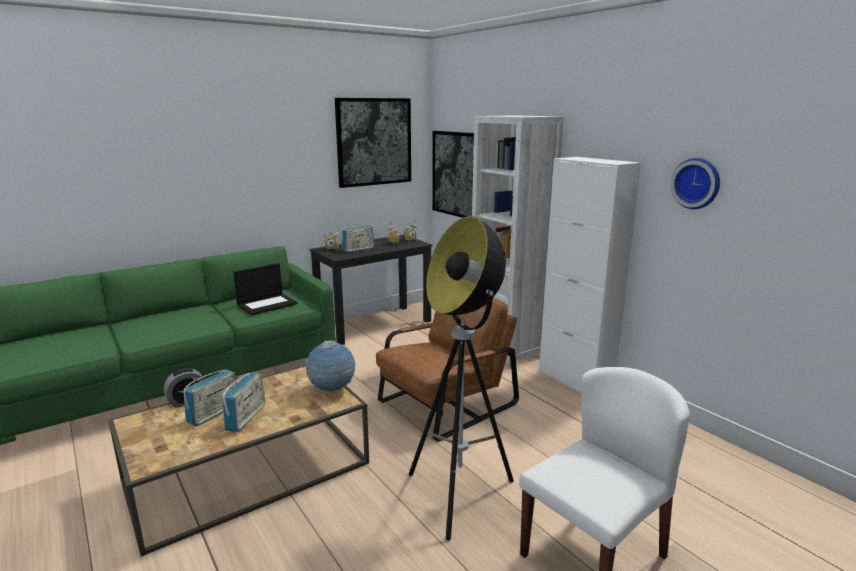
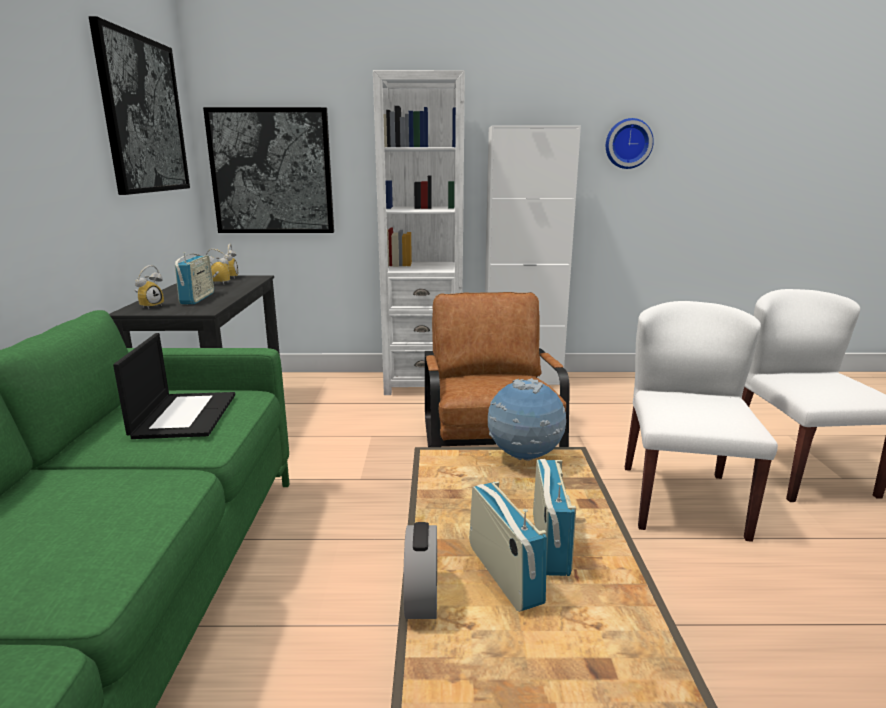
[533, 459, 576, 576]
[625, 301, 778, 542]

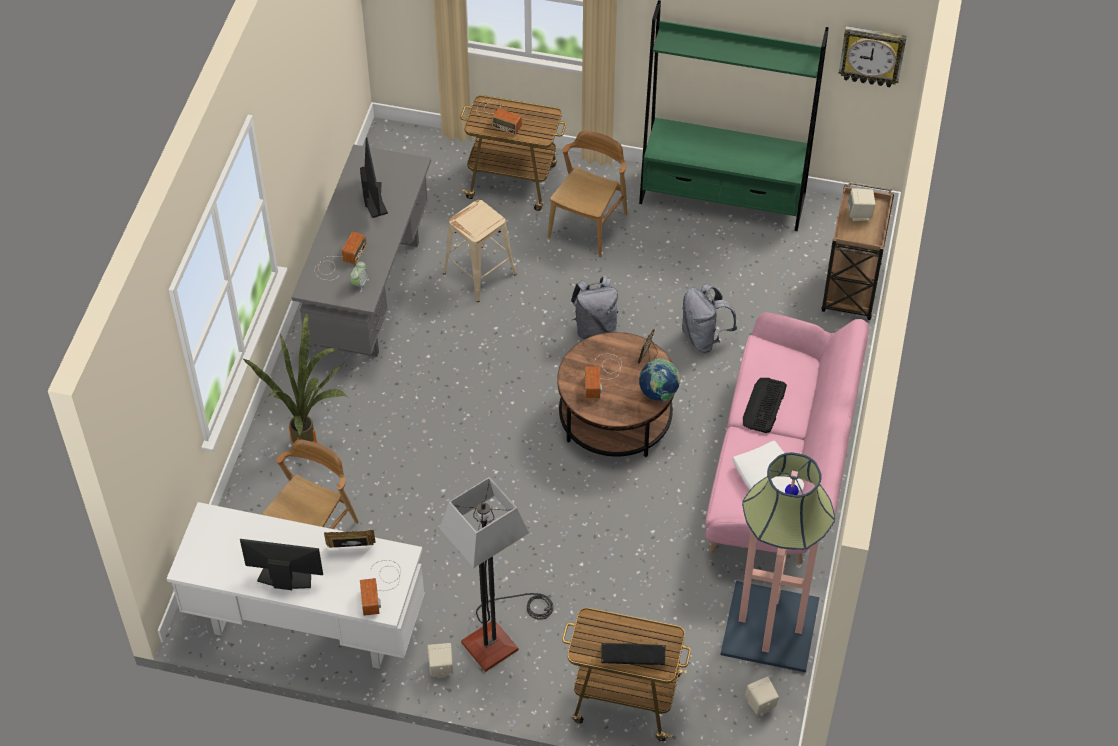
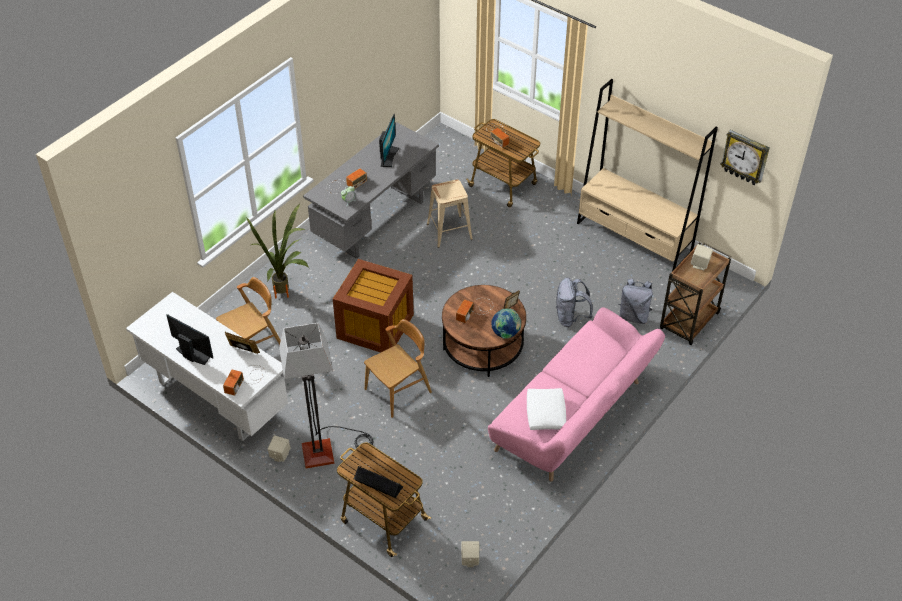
[333, 259, 414, 353]
[364, 319, 432, 418]
[577, 79, 718, 272]
[618, 278, 653, 324]
[720, 452, 835, 673] (first image)
[743, 378, 787, 433] (first image)

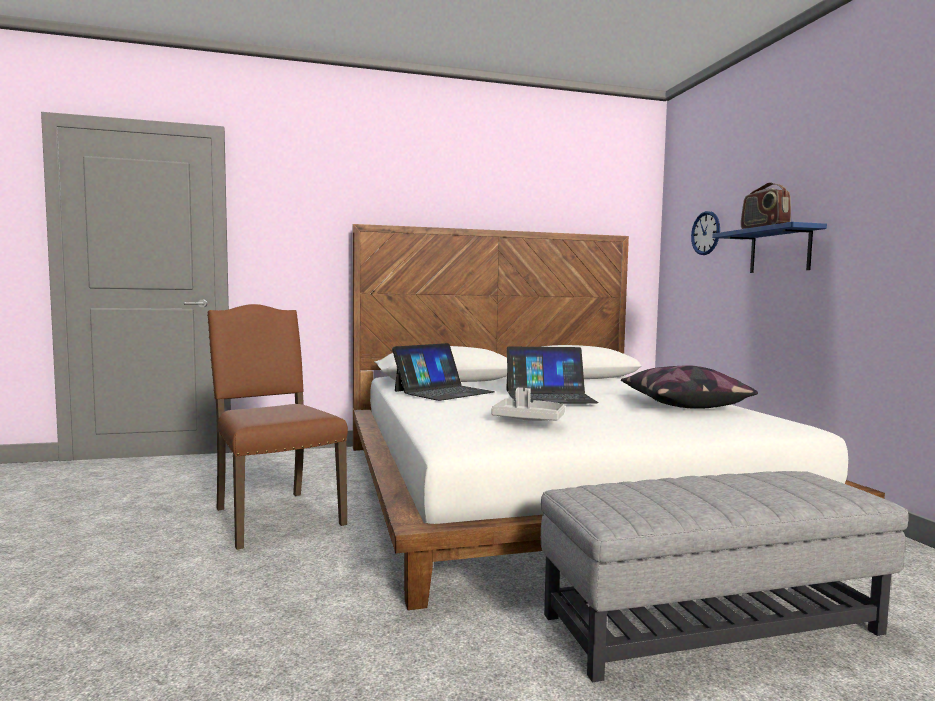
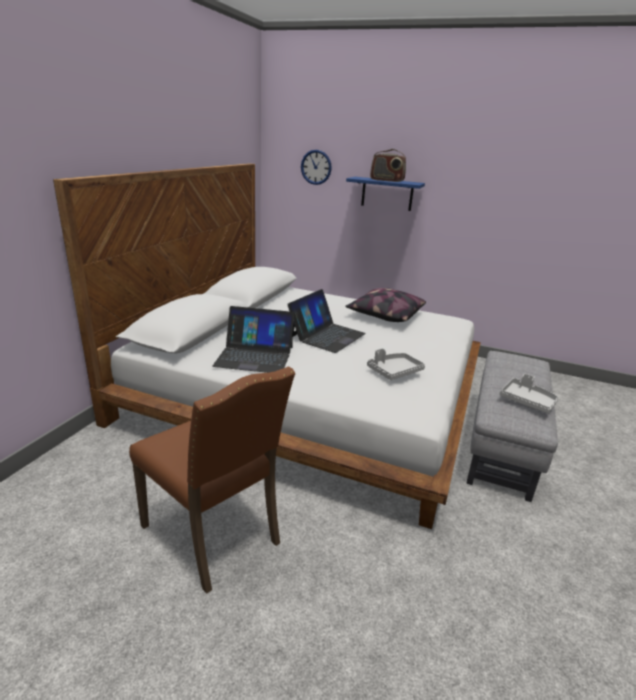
[129, 366, 295, 594]
[212, 306, 294, 373]
[499, 374, 558, 413]

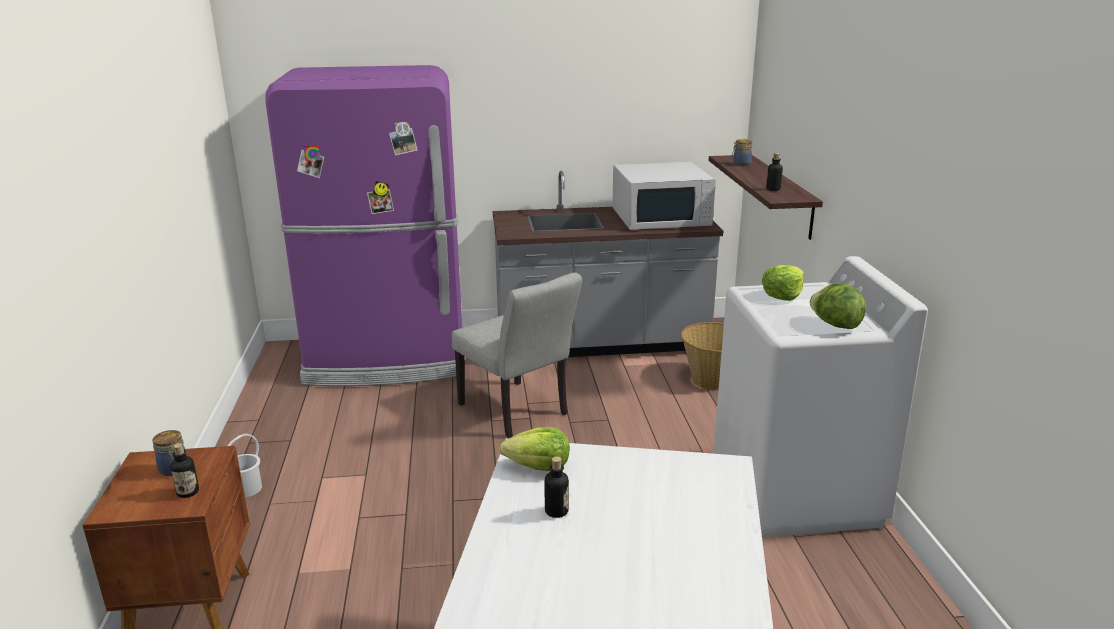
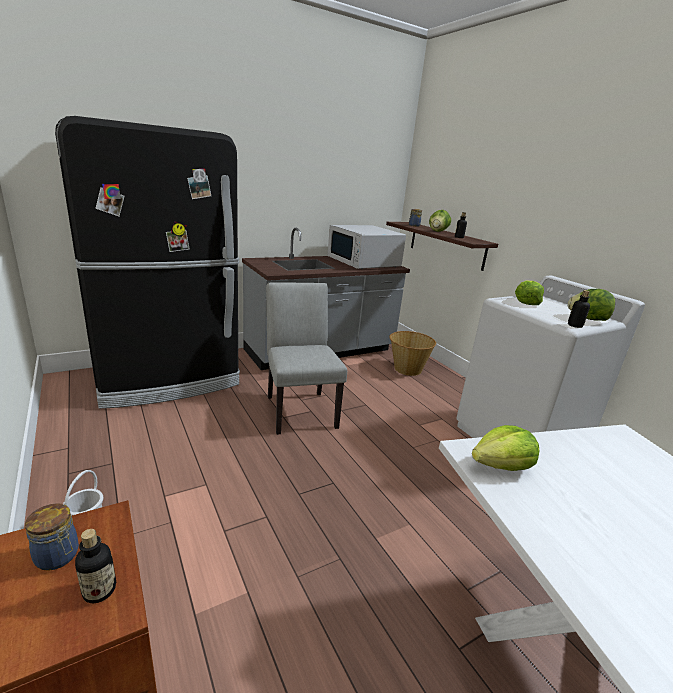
[55, 116, 240, 409]
[266, 283, 347, 435]
[328, 225, 406, 269]
[429, 210, 451, 232]
[568, 290, 590, 328]

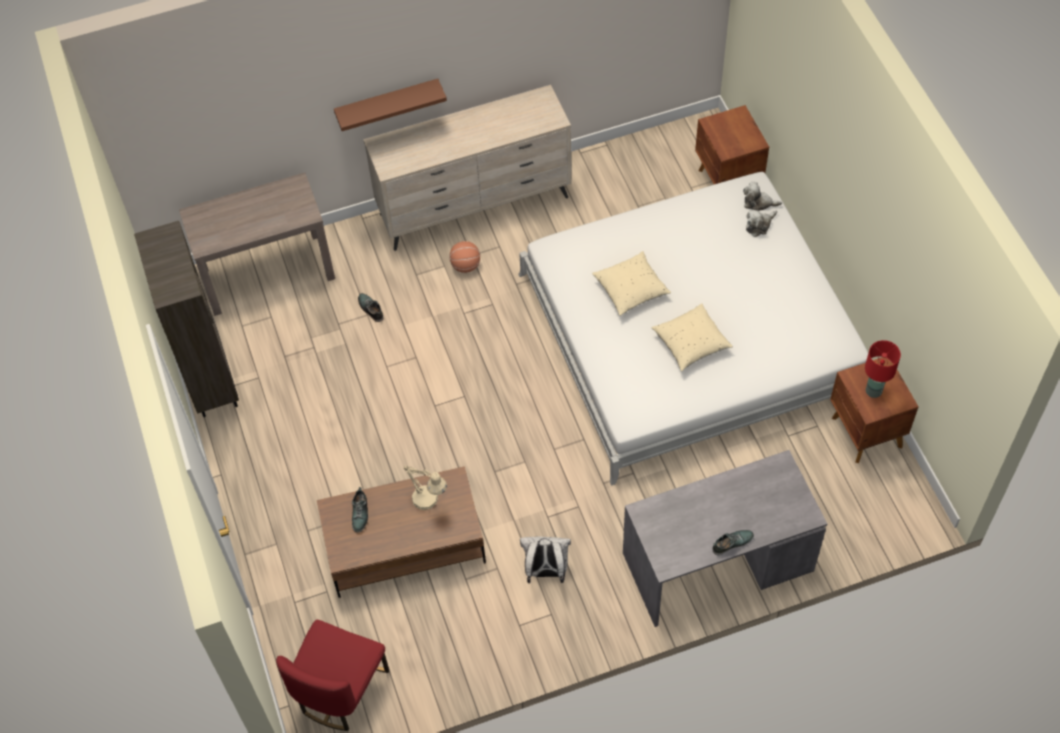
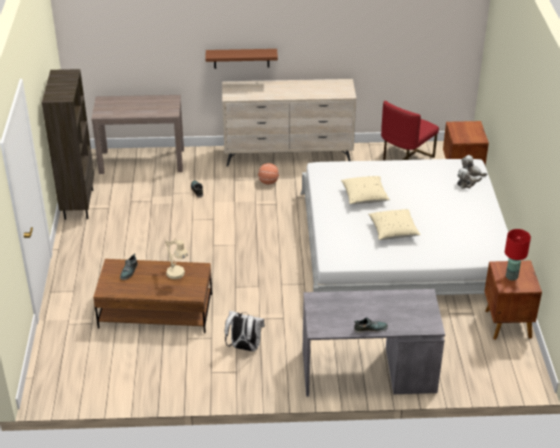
[381, 101, 439, 161]

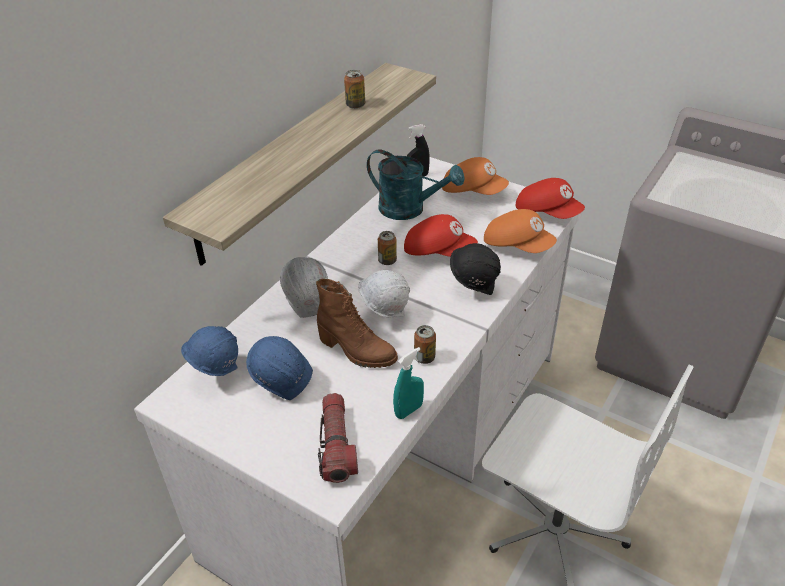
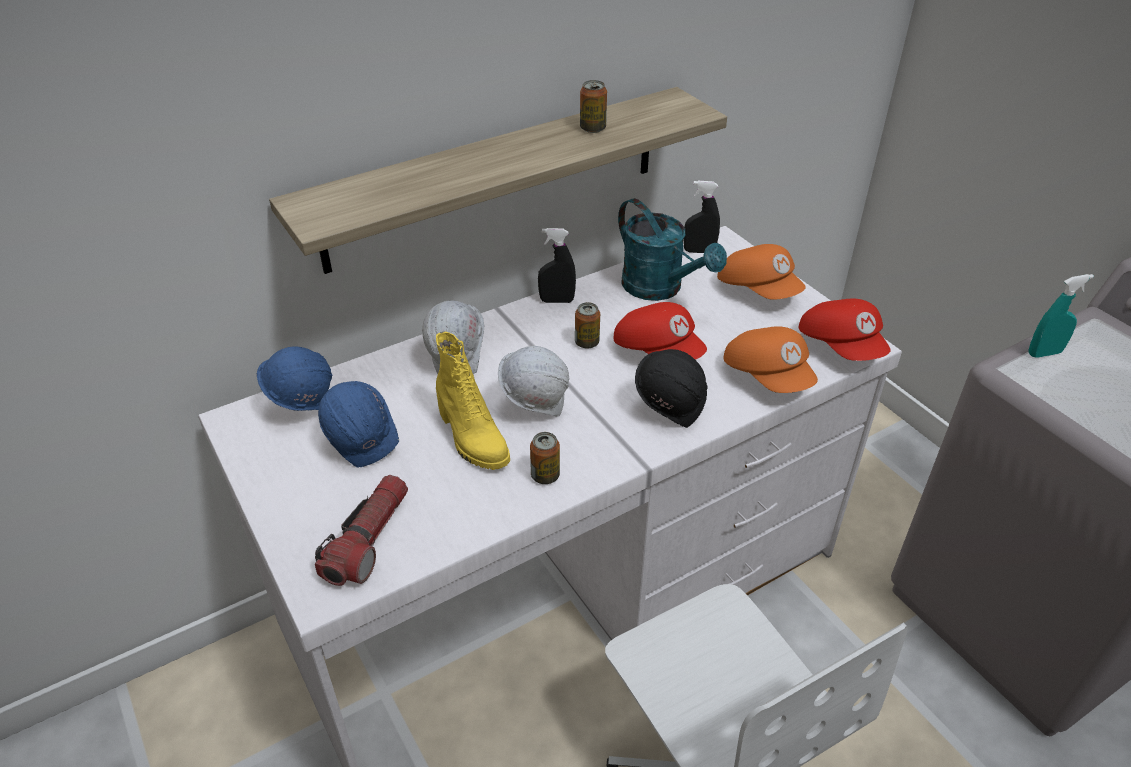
[436, 332, 510, 470]
[538, 228, 576, 303]
[1029, 274, 1094, 358]

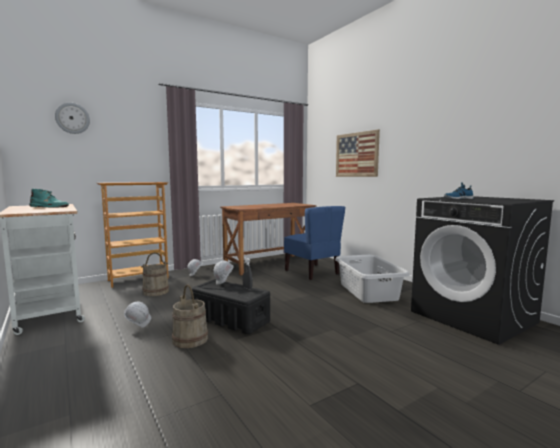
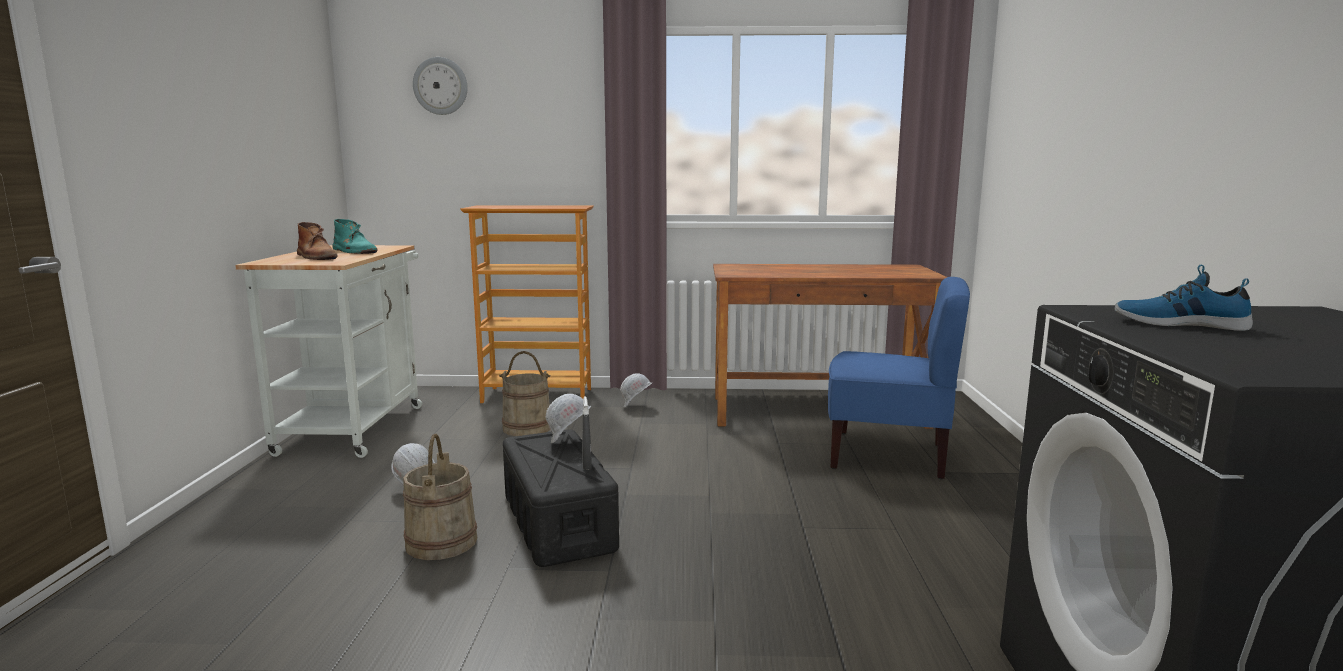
[297, 222, 338, 260]
[828, 277, 970, 479]
[335, 255, 410, 303] (first image)
[336, 129, 380, 177] (first image)

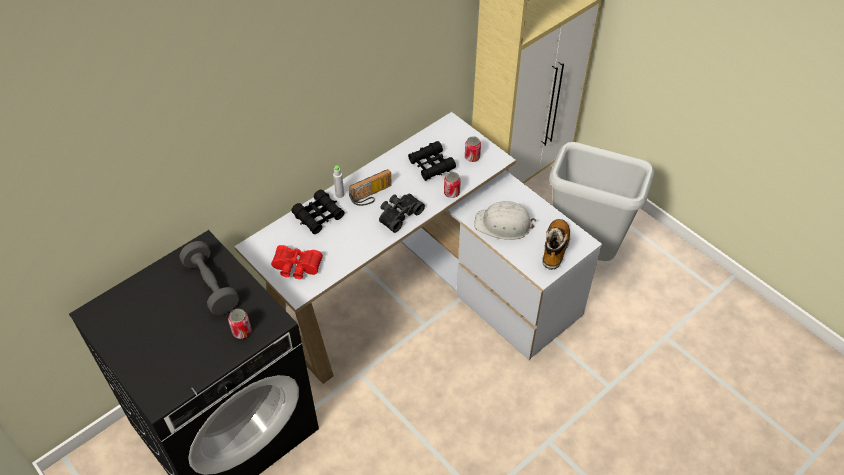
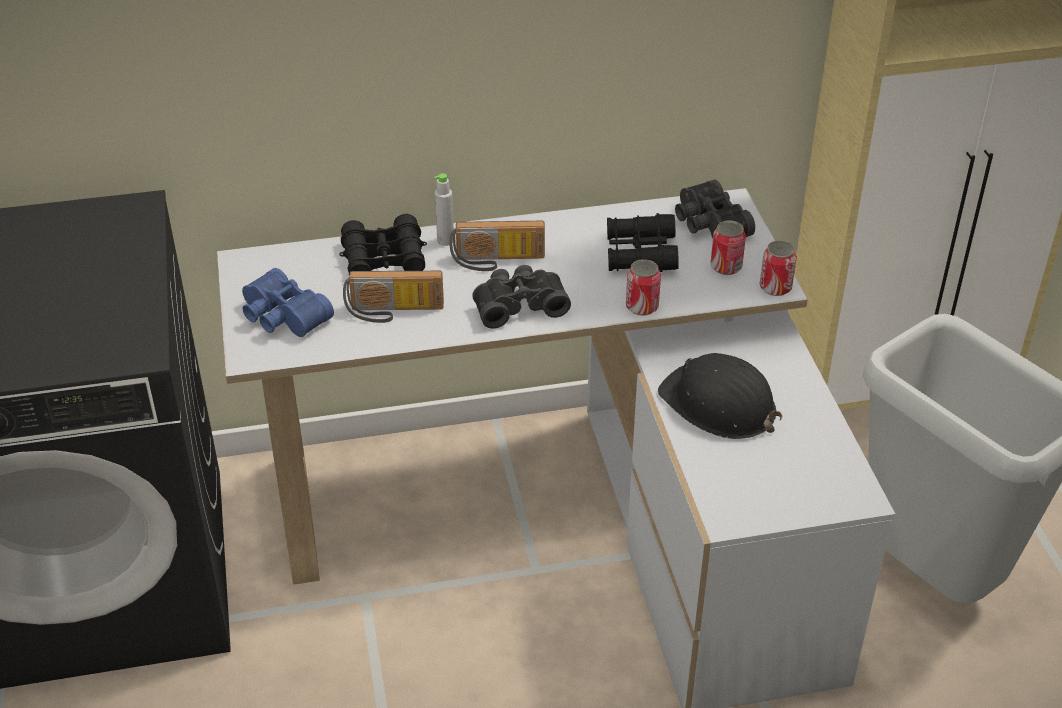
[242, 268, 334, 337]
[343, 271, 444, 323]
[658, 353, 782, 439]
[675, 180, 755, 238]
[760, 241, 797, 296]
[179, 241, 239, 315] (first image)
[542, 219, 570, 270] (first image)

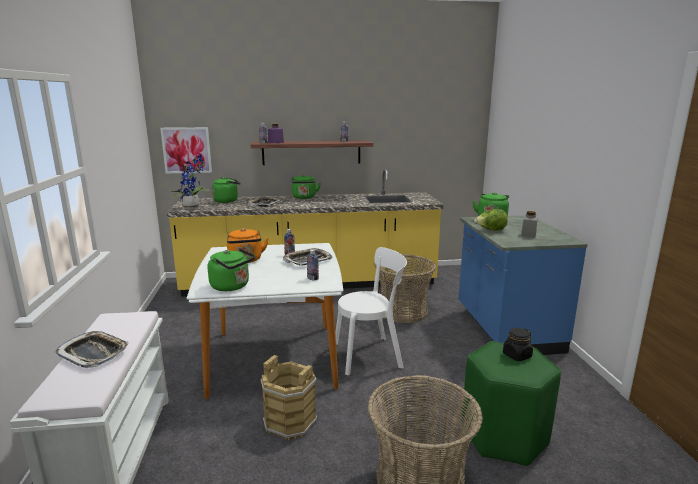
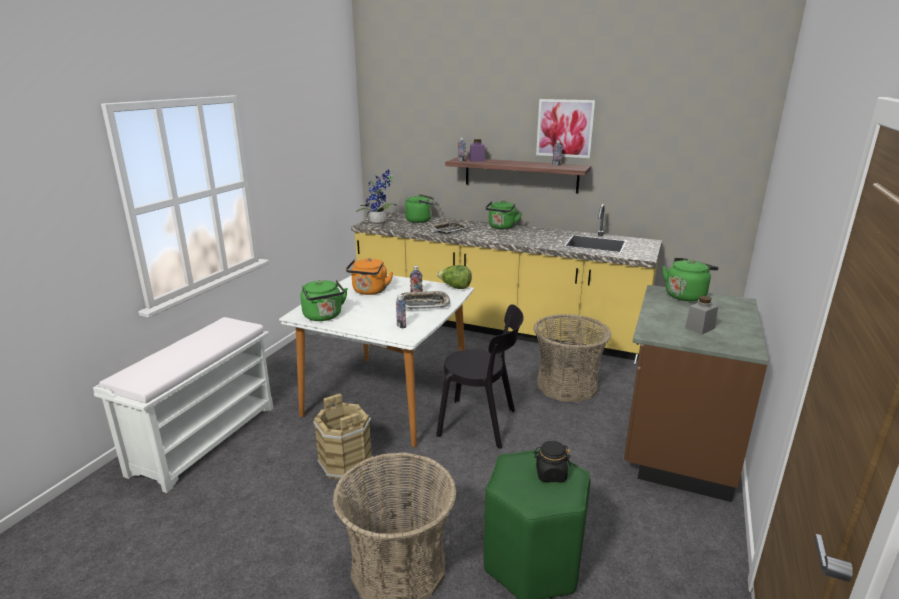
[436, 304, 524, 449]
[437, 265, 472, 289]
[536, 99, 596, 158]
[624, 285, 769, 502]
[54, 331, 129, 368] (first image)

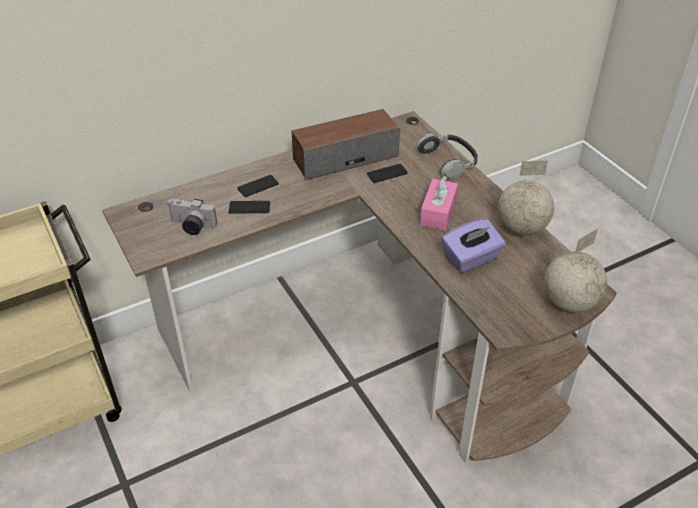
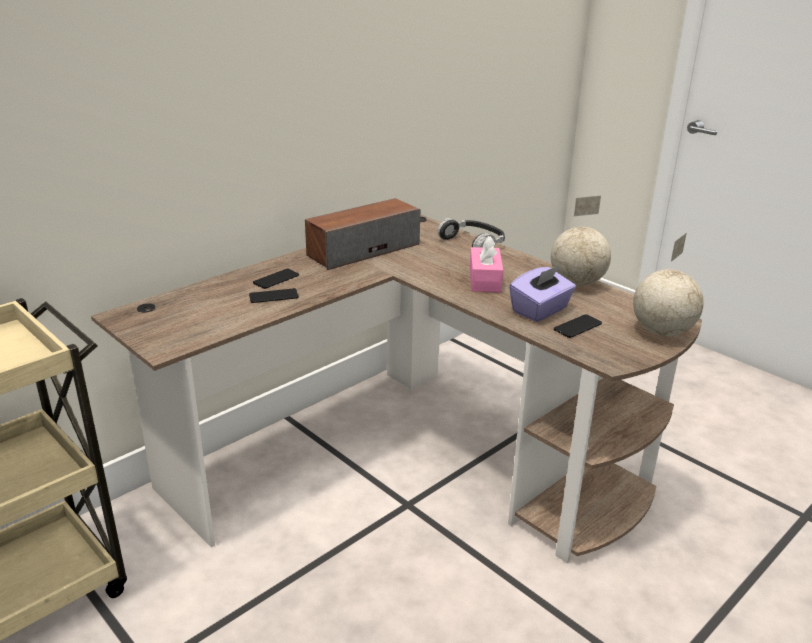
[554, 314, 602, 338]
[167, 199, 217, 235] (first image)

